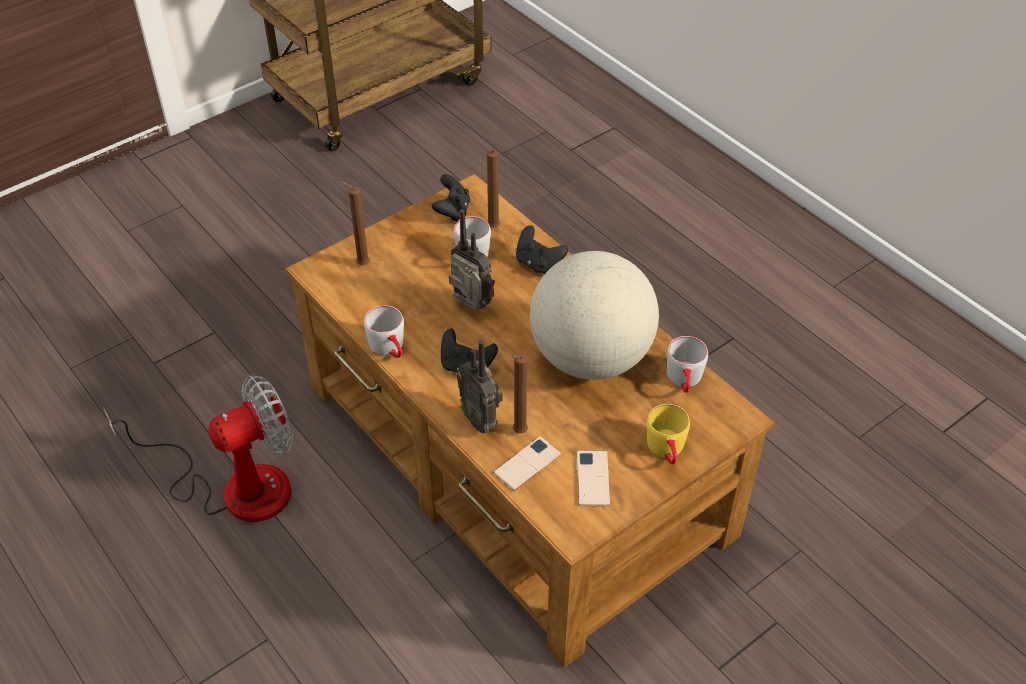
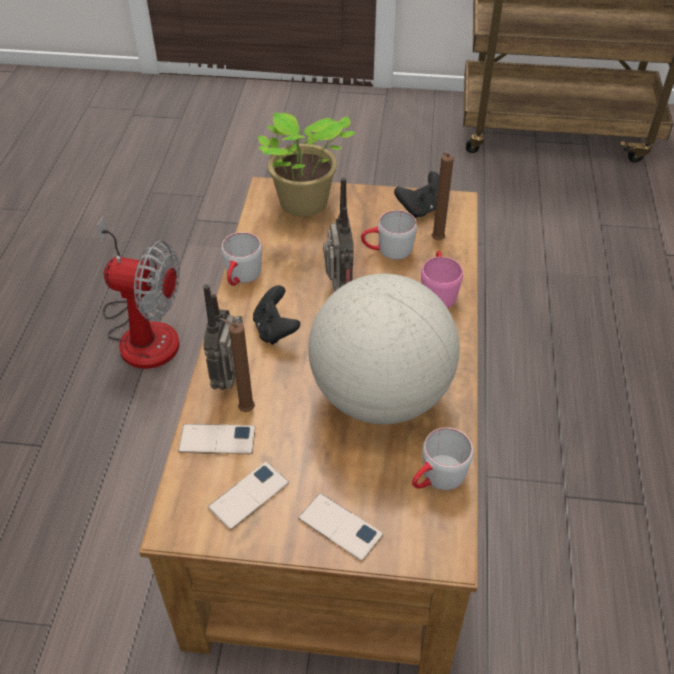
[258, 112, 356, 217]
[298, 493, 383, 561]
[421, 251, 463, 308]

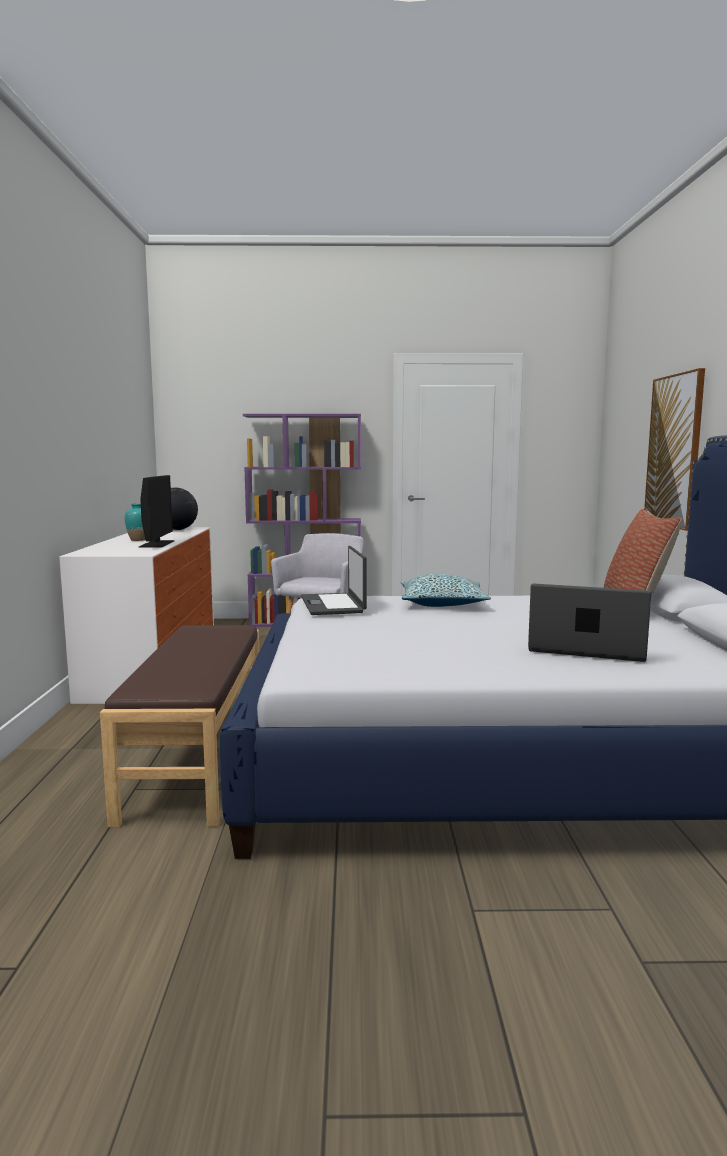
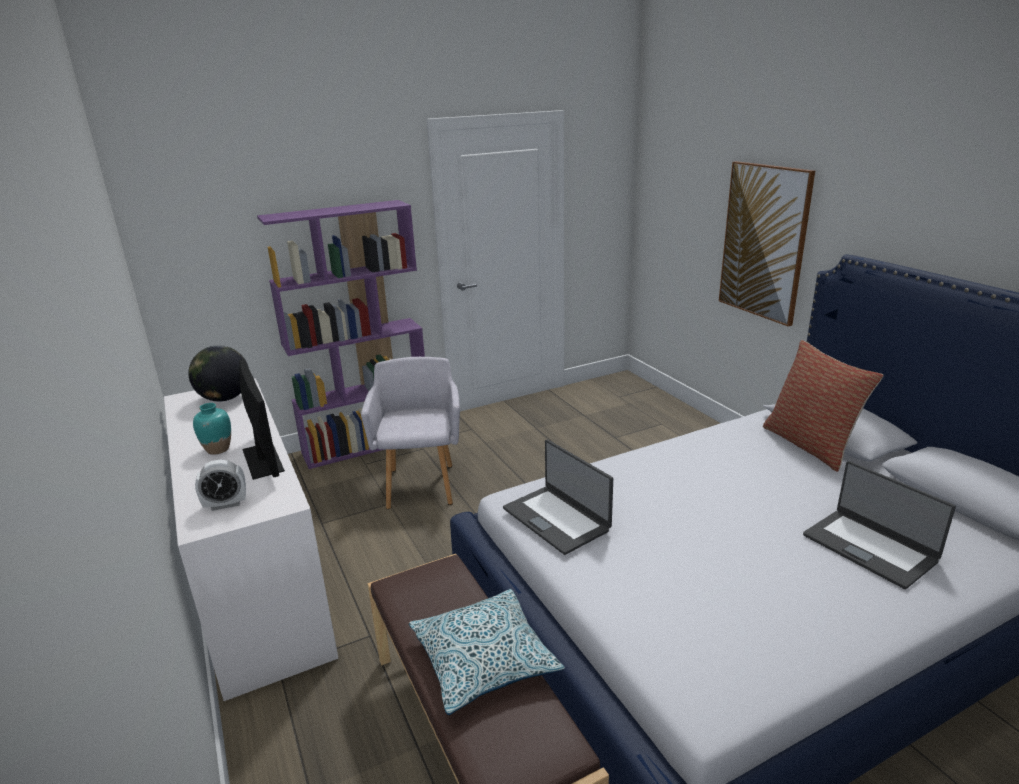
[195, 459, 246, 511]
[409, 589, 565, 715]
[803, 461, 956, 589]

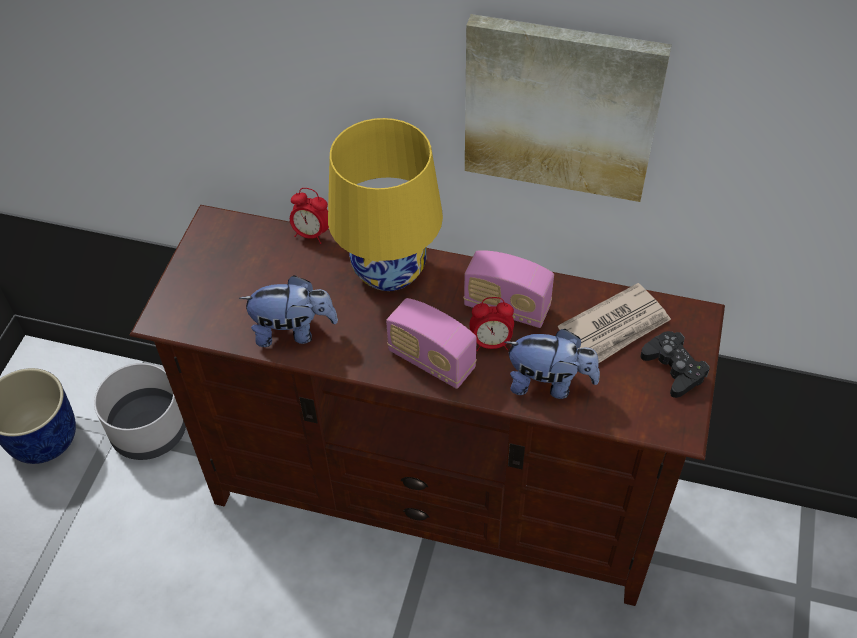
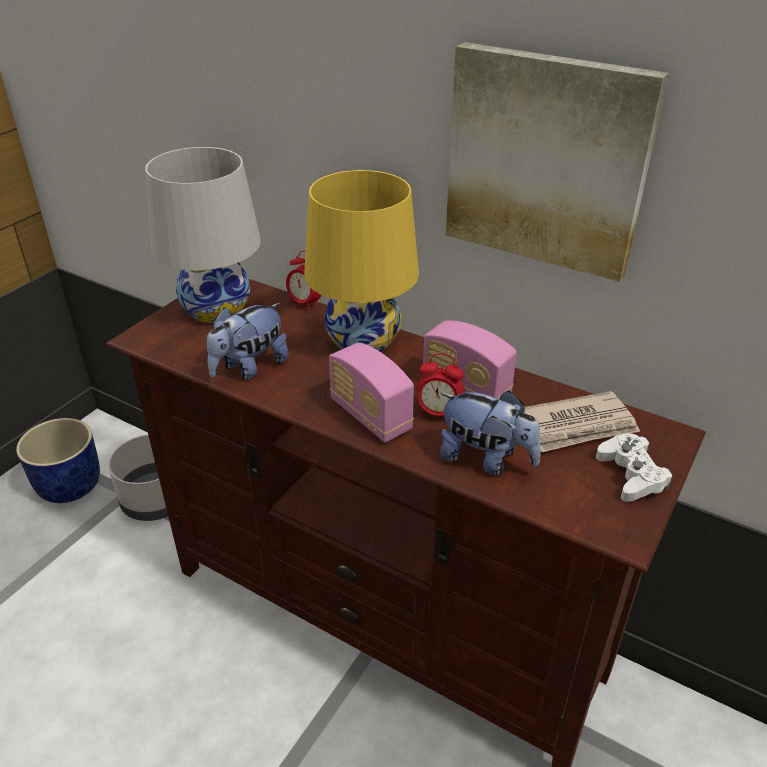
[145, 147, 261, 323]
[206, 303, 289, 380]
[596, 433, 673, 502]

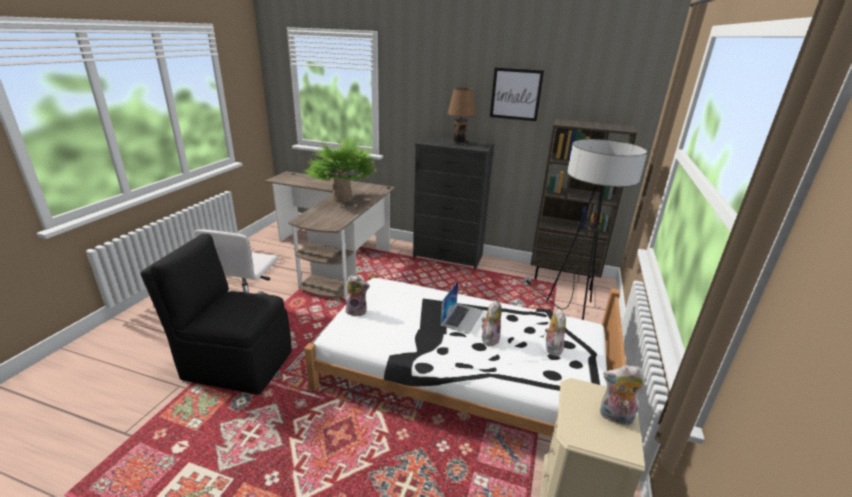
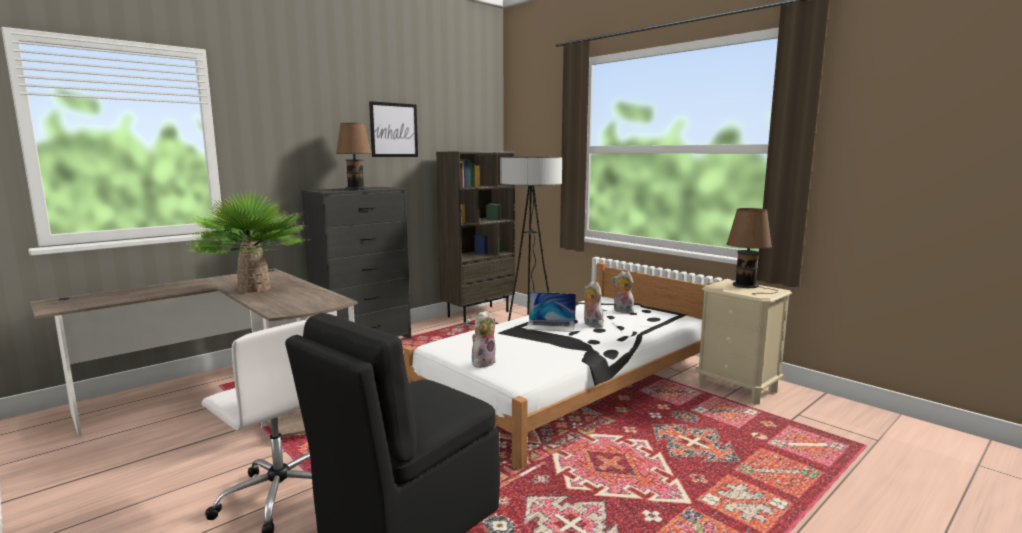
[525, 292, 576, 332]
[726, 208, 778, 295]

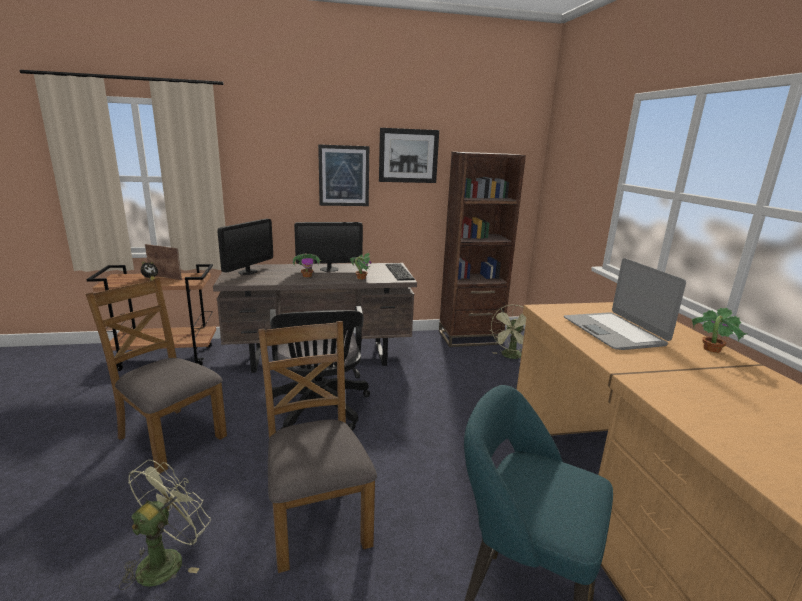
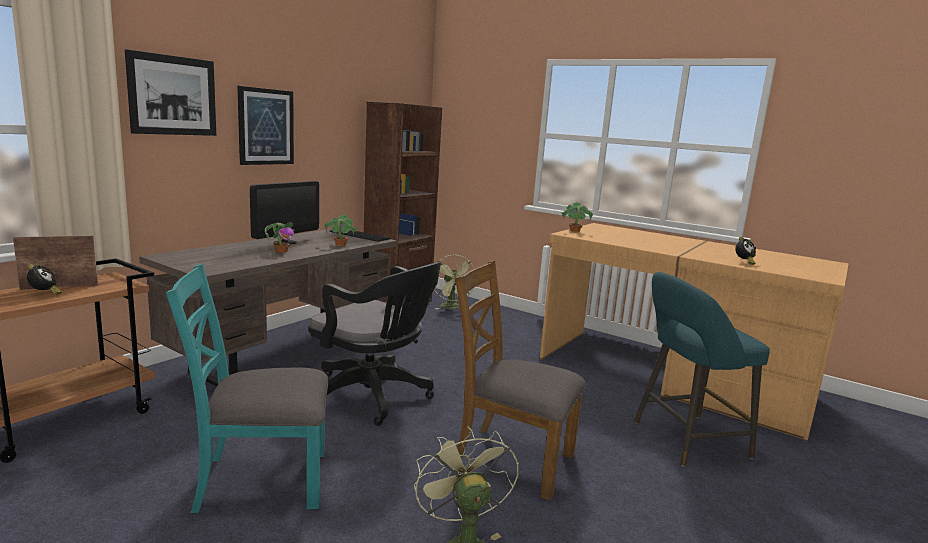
[125, 49, 216, 136]
[166, 264, 329, 513]
[561, 202, 593, 232]
[735, 237, 756, 265]
[217, 218, 273, 275] (first image)
[564, 258, 686, 350] (first image)

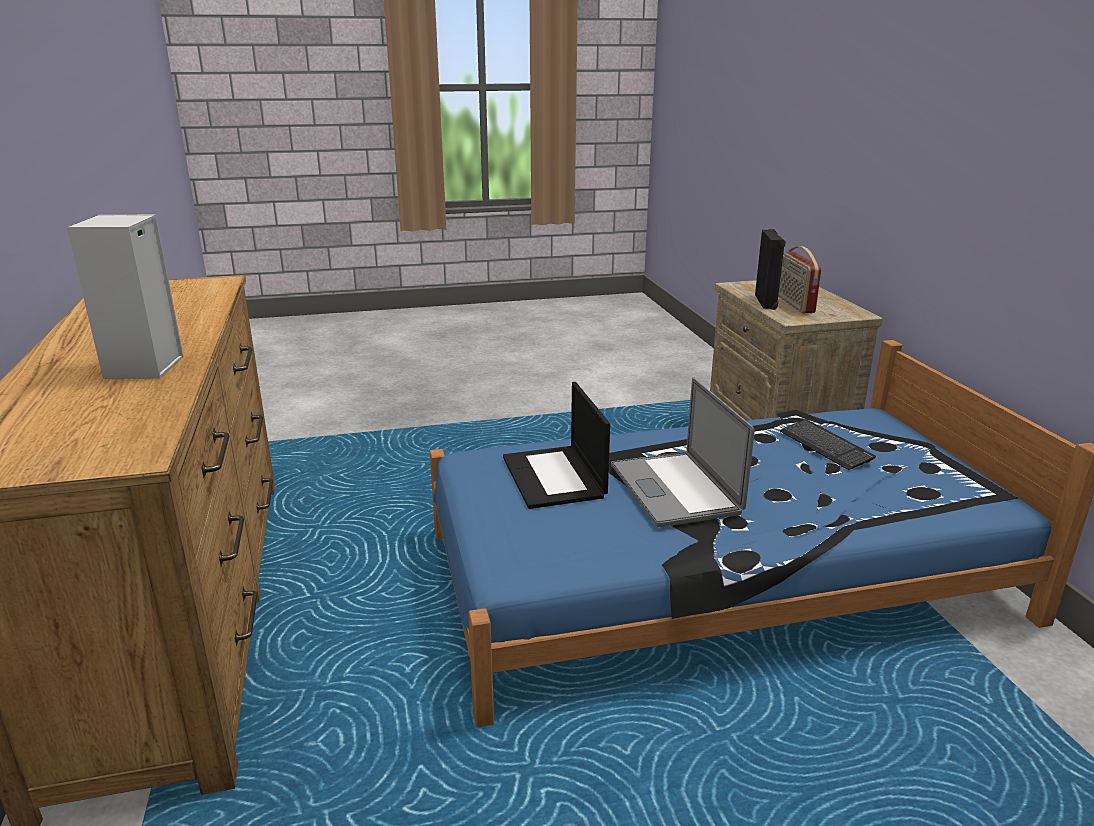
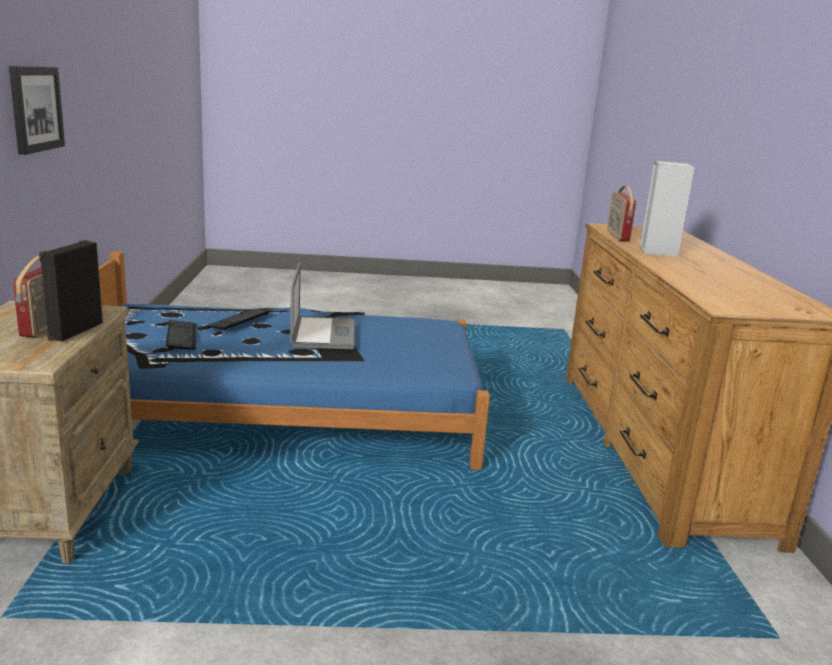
[9, 66, 65, 155]
[205, 309, 271, 331]
[607, 186, 636, 242]
[503, 382, 610, 509] (first image)

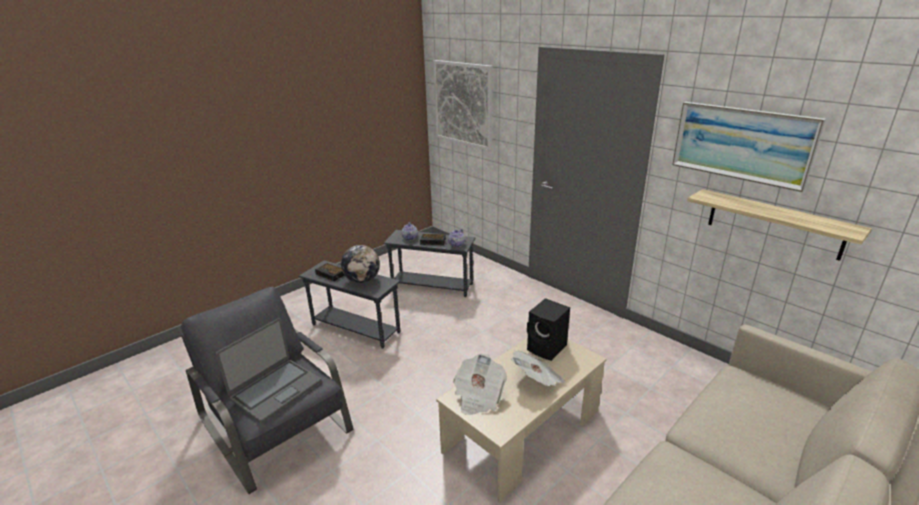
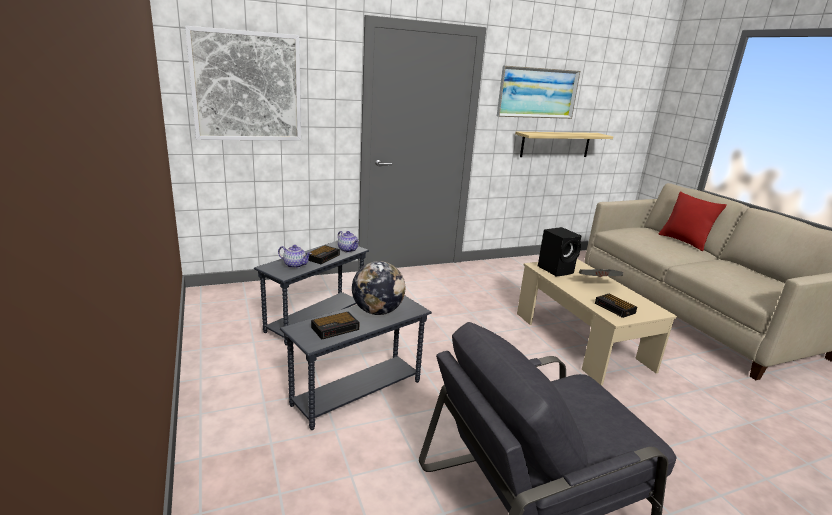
[595, 294, 637, 318]
[659, 192, 727, 251]
[216, 318, 321, 423] (first image)

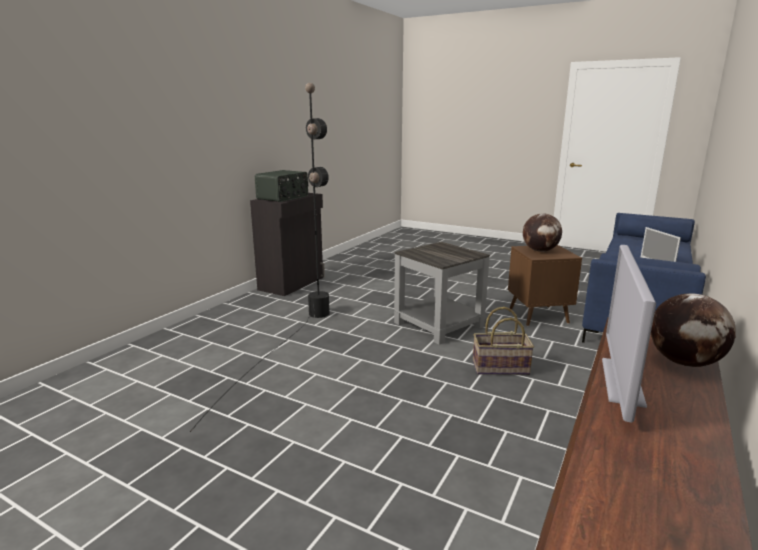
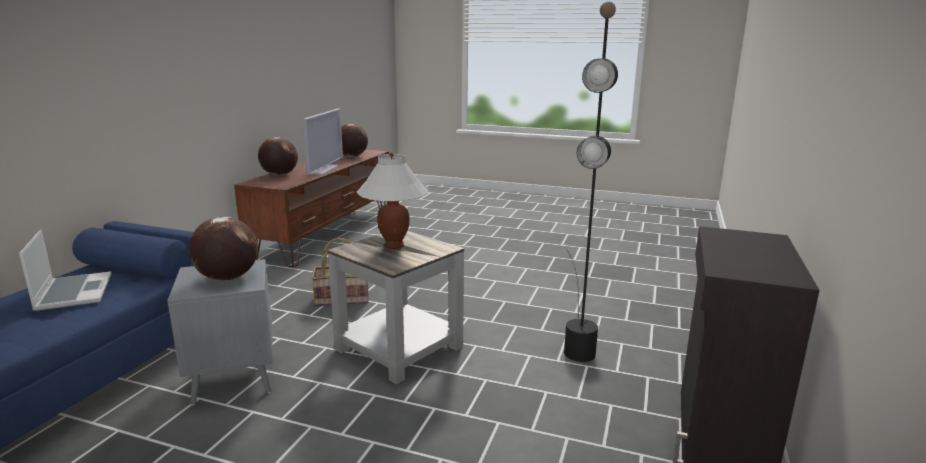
[167, 259, 273, 406]
[341, 124, 368, 157]
[357, 153, 428, 249]
[255, 170, 308, 202] (first image)

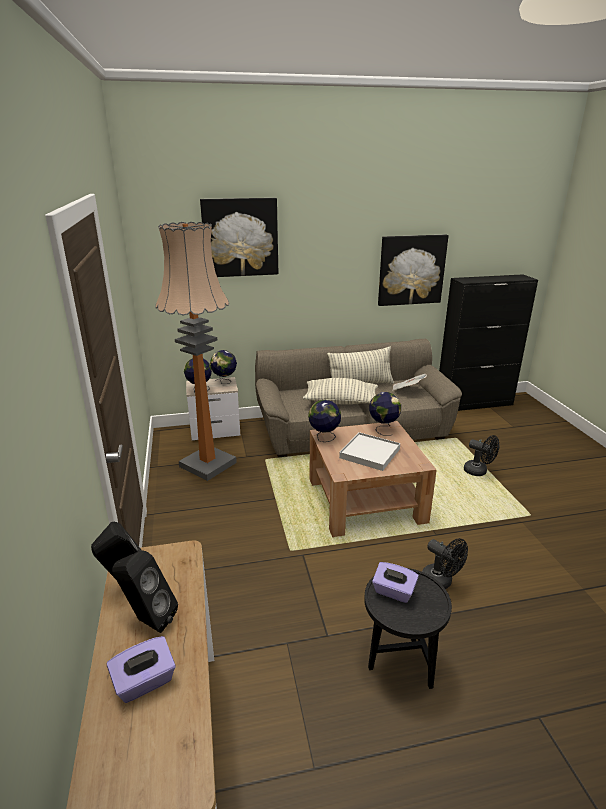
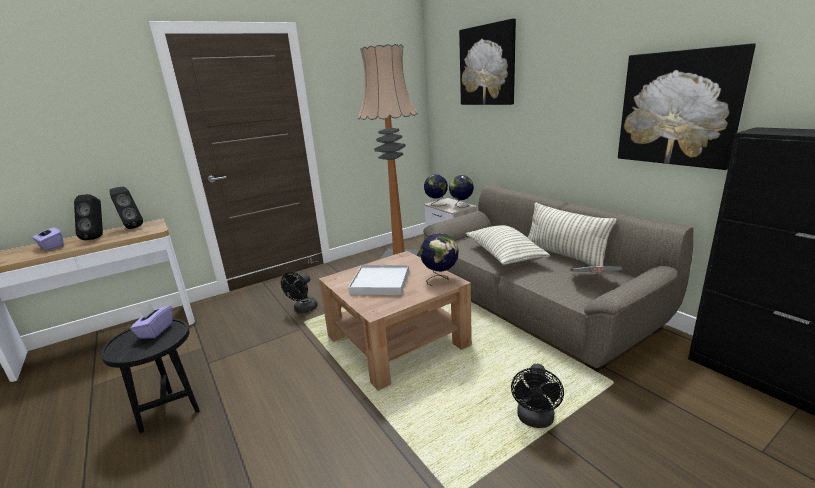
[281, 272, 318, 313]
[308, 400, 341, 442] (first image)

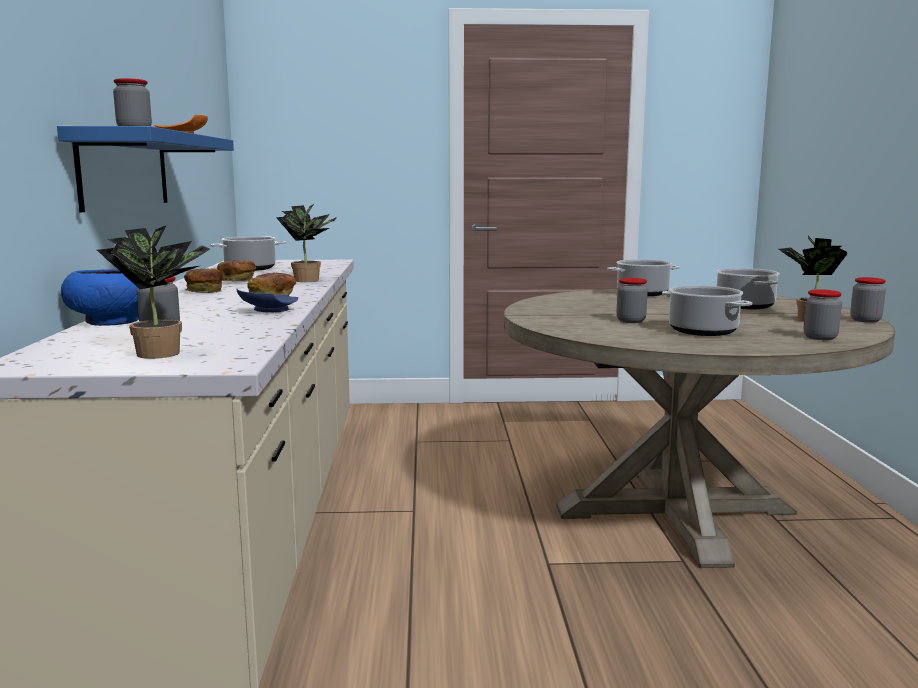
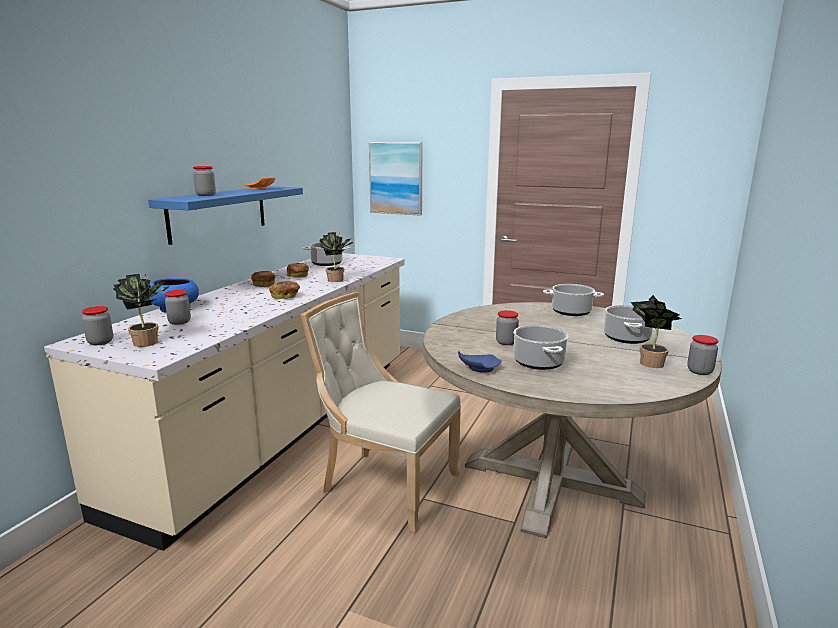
[82, 306, 113, 345]
[301, 292, 461, 533]
[369, 142, 423, 215]
[458, 351, 502, 373]

